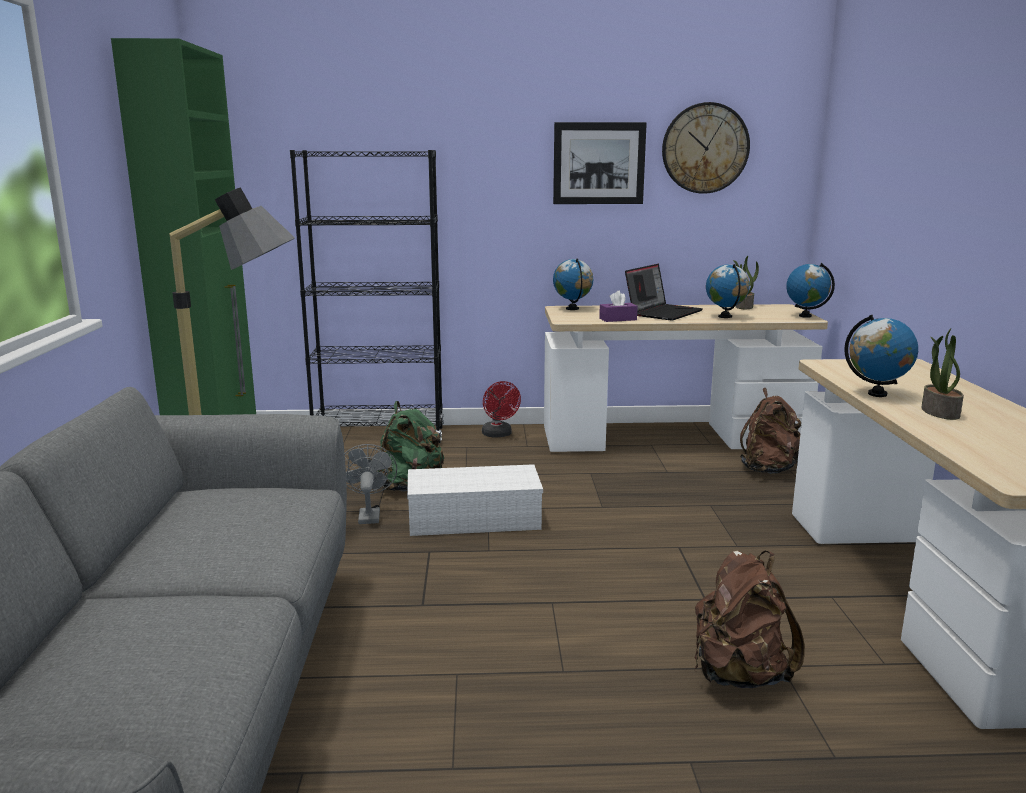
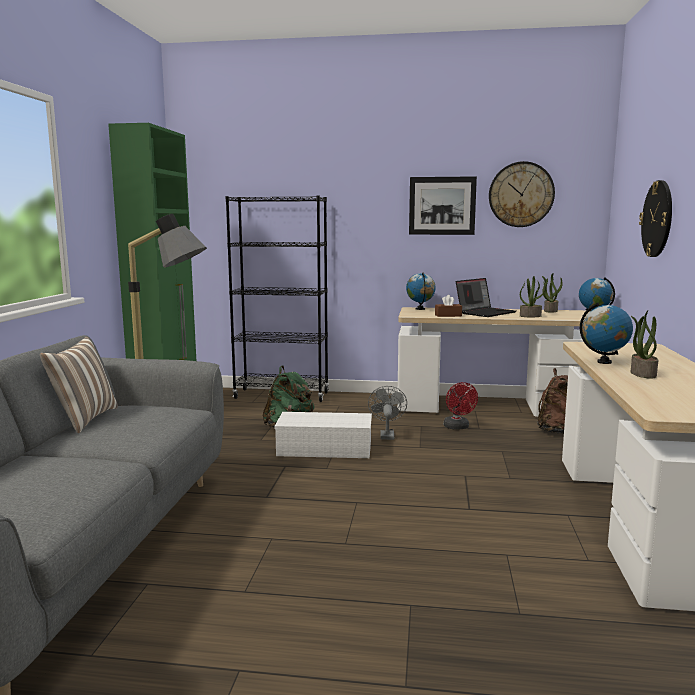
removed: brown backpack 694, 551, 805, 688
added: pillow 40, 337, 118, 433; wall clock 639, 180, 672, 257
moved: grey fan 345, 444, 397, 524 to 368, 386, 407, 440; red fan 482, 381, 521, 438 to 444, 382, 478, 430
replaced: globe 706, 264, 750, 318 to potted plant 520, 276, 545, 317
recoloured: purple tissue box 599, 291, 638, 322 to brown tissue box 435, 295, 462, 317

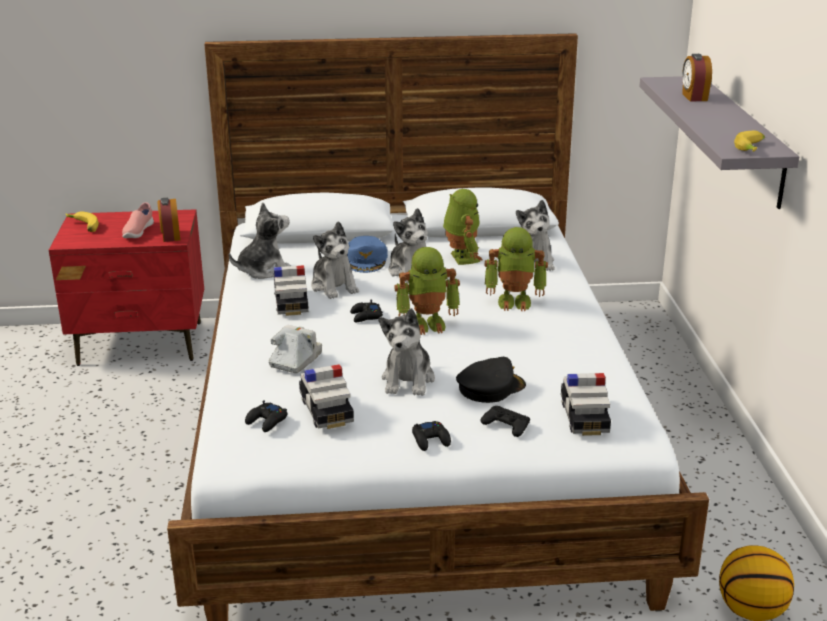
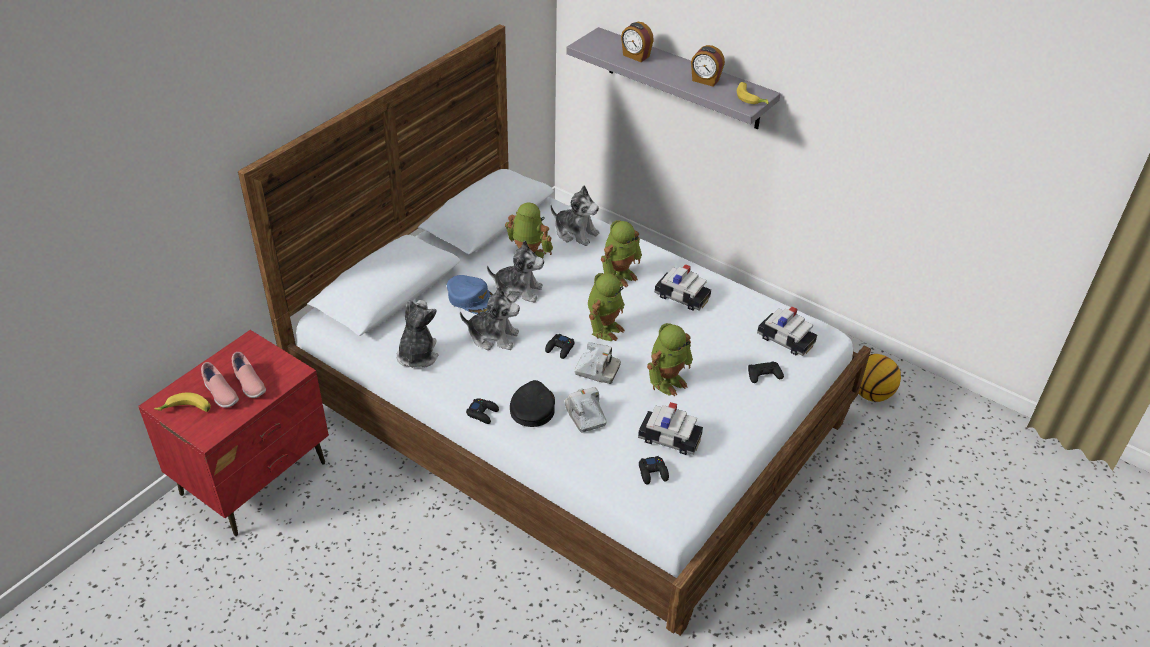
added: pink shoe 201, 362, 239, 408; photo camera 575, 342, 621, 384
moved: alarm clock 157, 198, 180, 242 to 691, 45, 725, 87; toy car 274, 265, 309, 316 to 655, 264, 711, 310; black game controller 412, 421, 451, 451 to 466, 398, 499, 424; black cap 456, 357, 526, 403 to 510, 380, 555, 427
replaced: plush toy 379, 308, 435, 396 to toy robot 647, 323, 693, 396

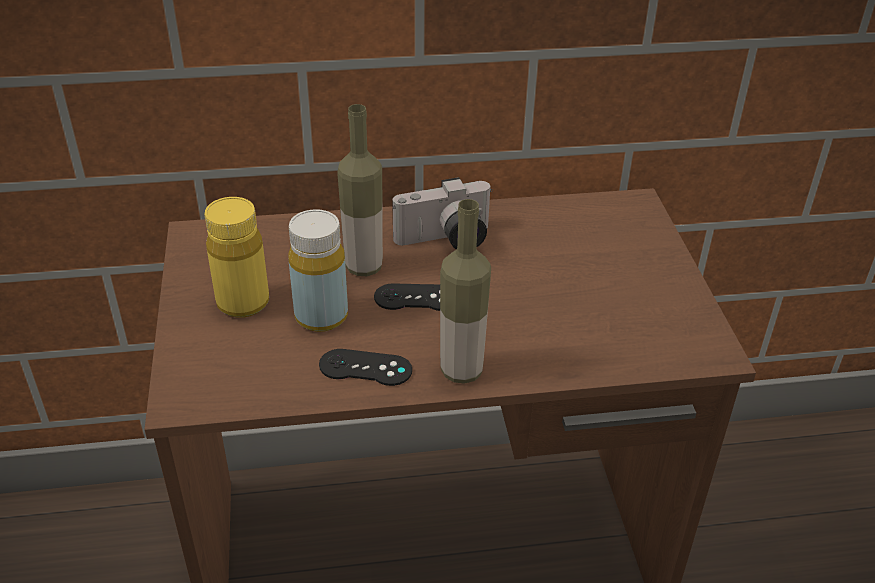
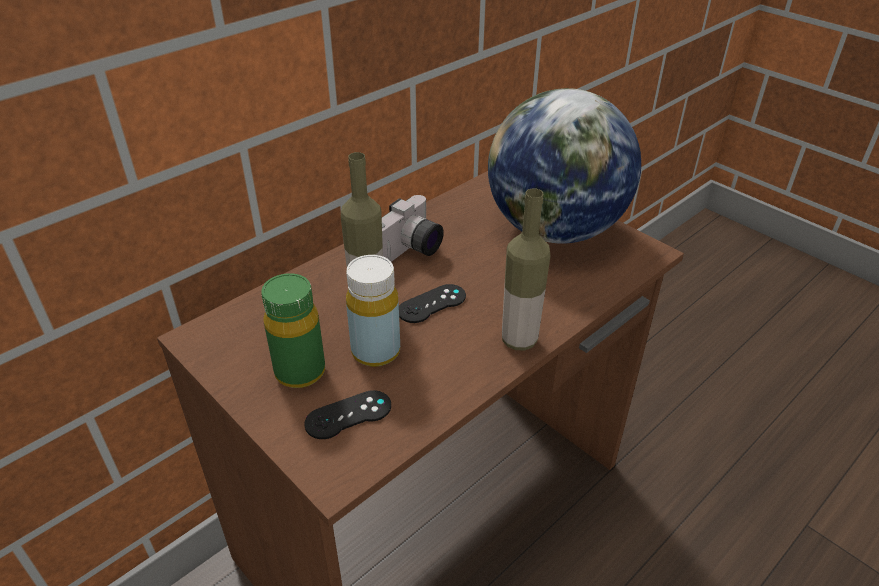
added: globe 488, 88, 641, 244
moved: black game controller 319, 349, 412, 386 to 304, 390, 391, 439
recoloured: yellow bottle 205, 197, 269, 318 to green bottle 261, 273, 325, 388

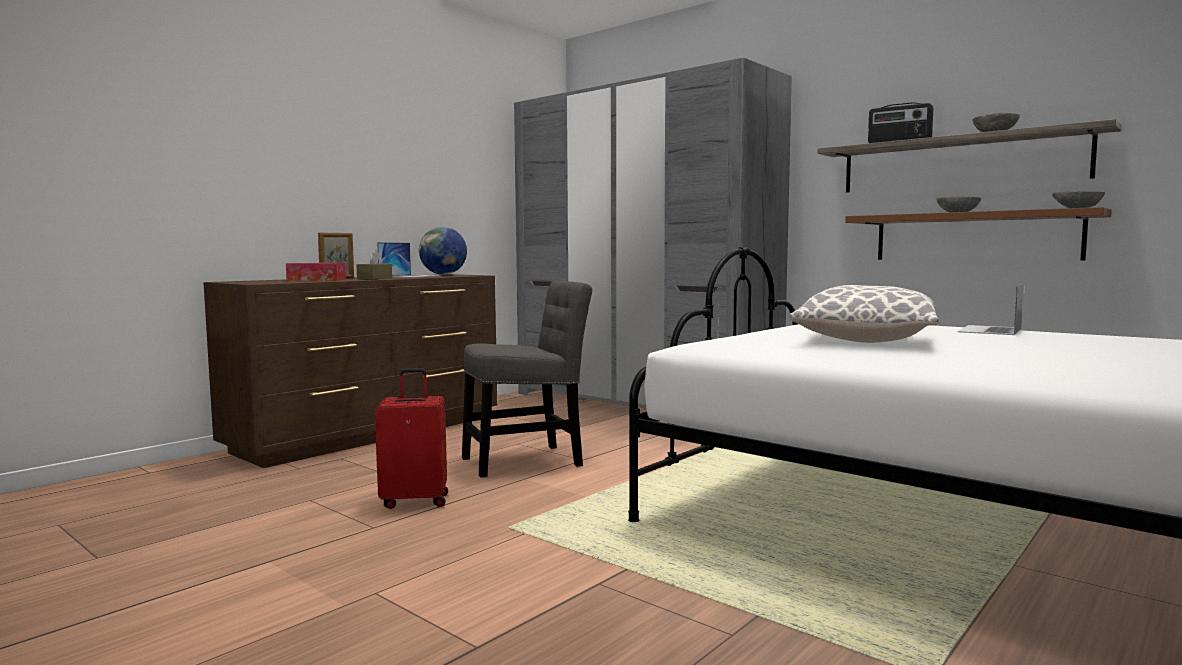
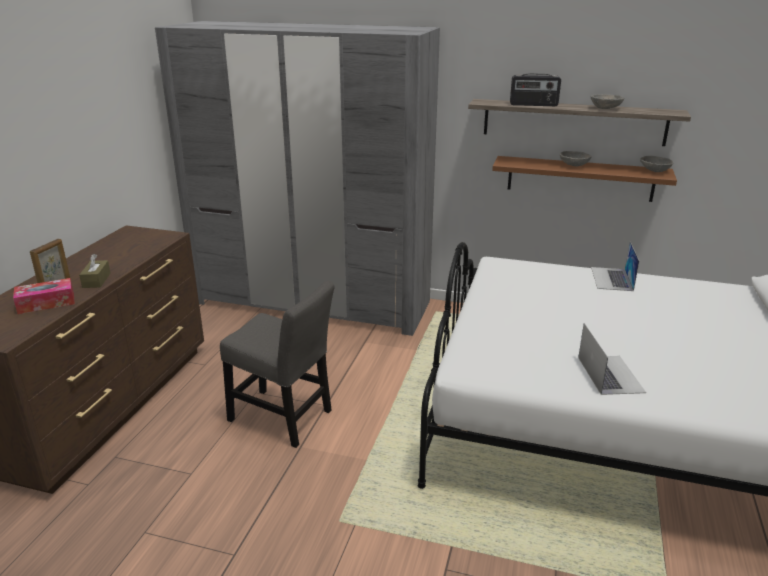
removed: red suitcase 375, 368, 448, 509; globe 419, 227, 467, 275; pillow 790, 285, 939, 343
moved: laptop 377, 242, 440, 278 to 578, 323, 646, 395
turned: grey chair 462, 281, 592, 478 = 220, 280, 334, 448 75 degrees clockwise

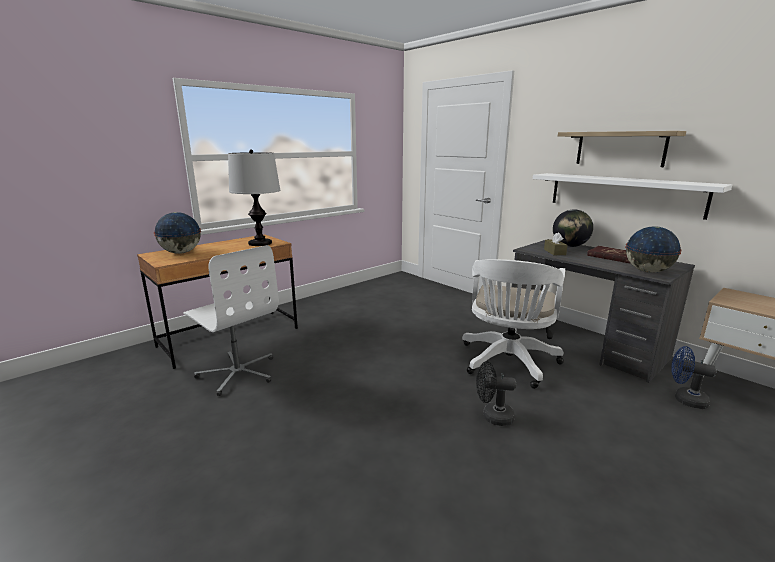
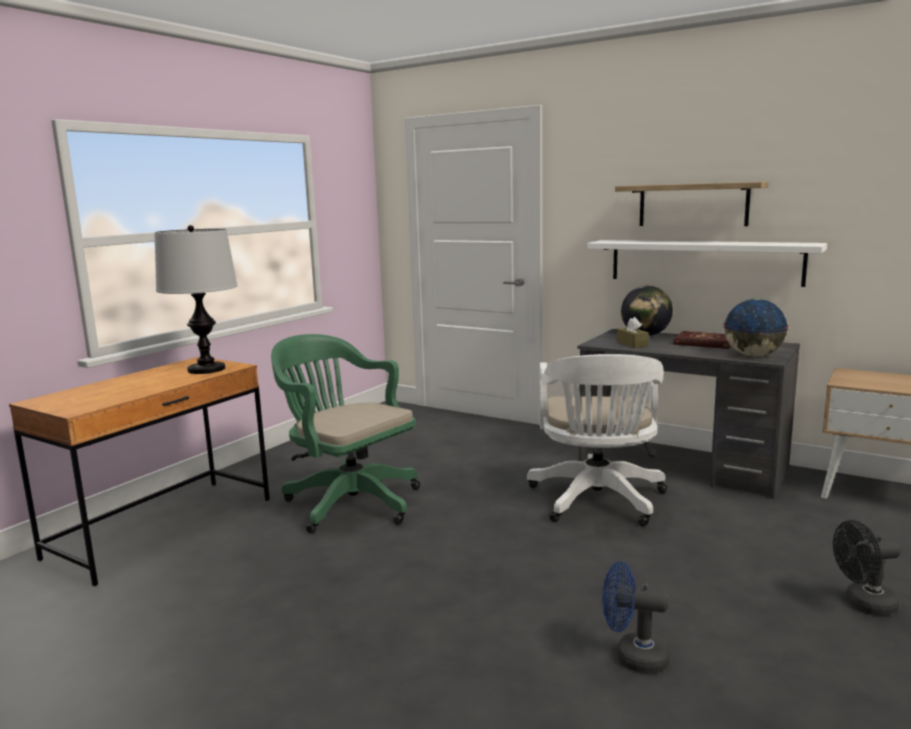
removed: globe 154, 212, 201, 254; white office chair 183, 245, 279, 396
added: green office chair 271, 334, 420, 533
moved: black fan 476, 361, 516, 426 to 833, 520, 901, 615; blue fan 671, 346, 717, 409 to 602, 561, 670, 673

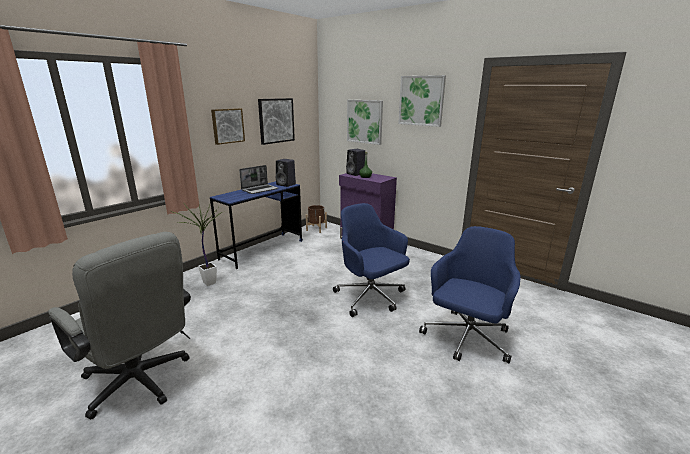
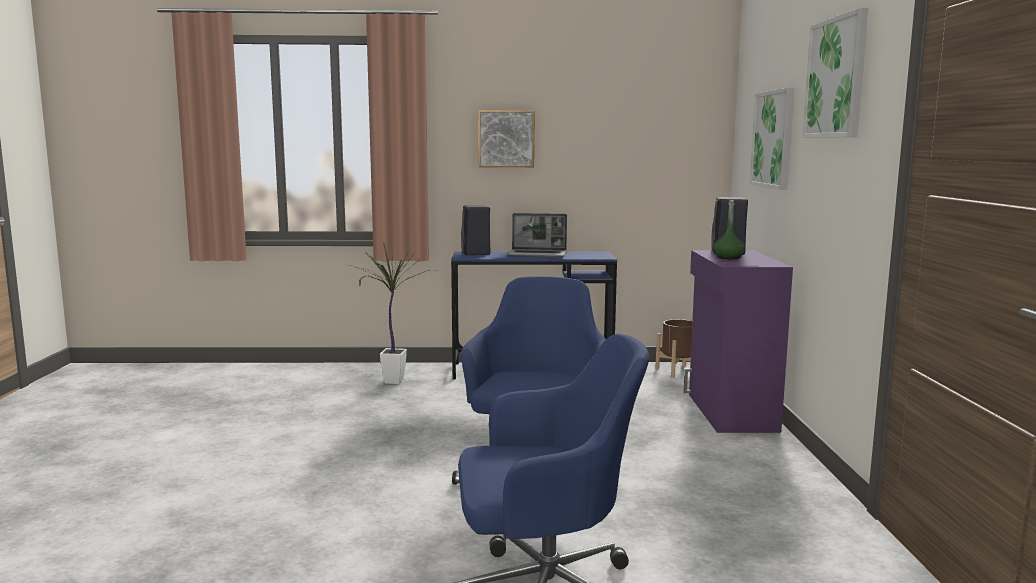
removed: grey office chair 49, 232, 191, 419; picture 258, 98, 295, 145
moved: black speaker 276, 159, 296, 187 to 461, 205, 490, 255

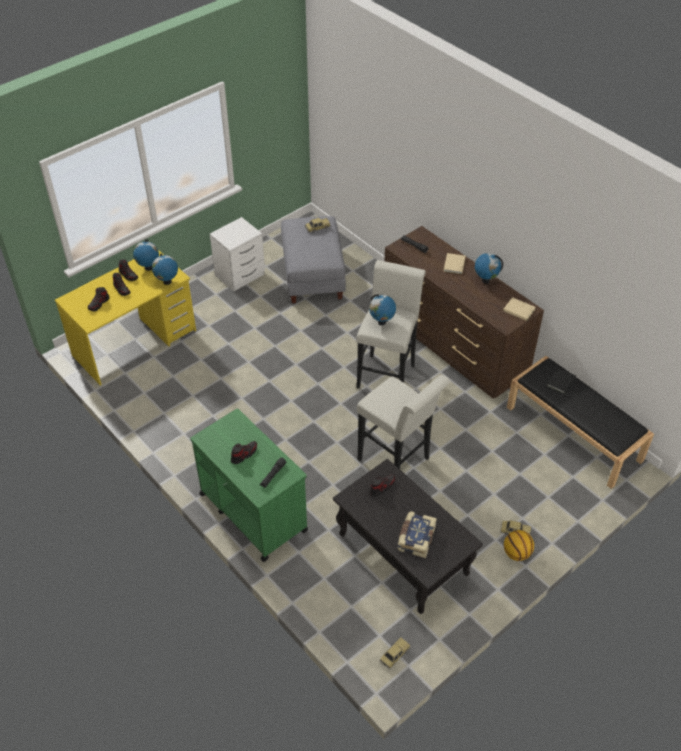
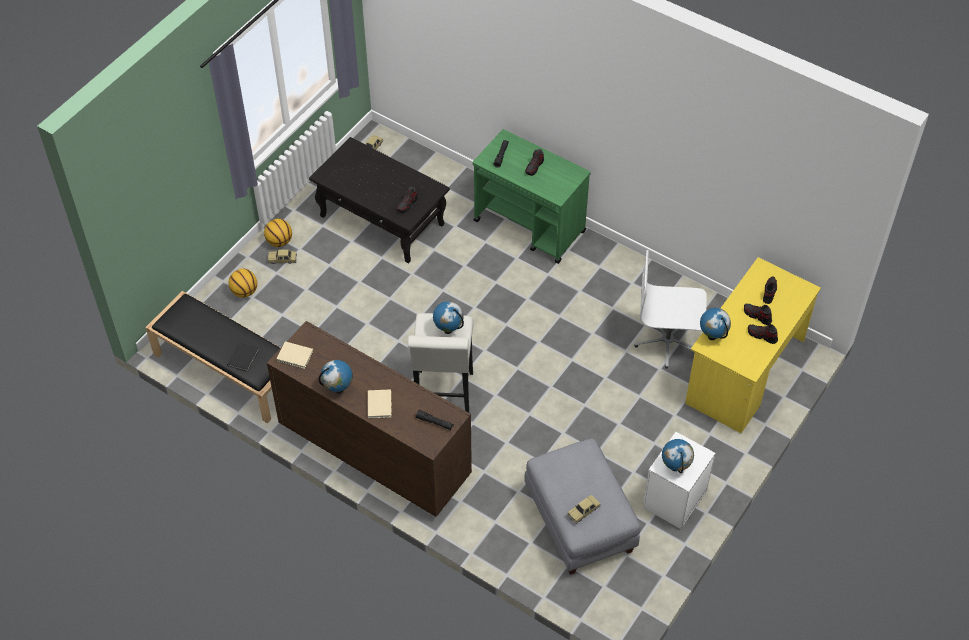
removed: white stool 357, 375, 450, 469; book 398, 511, 437, 558
added: basketball 229, 269, 257, 298; white office chair 634, 250, 707, 369
moved: globe 133, 239, 159, 271 to 662, 439, 694, 473

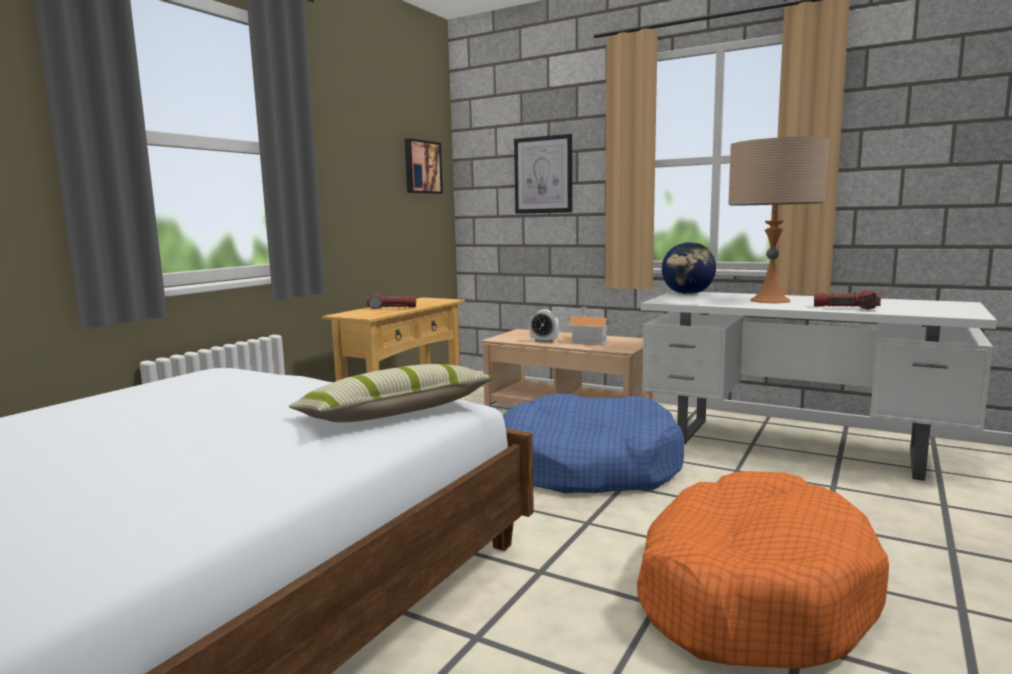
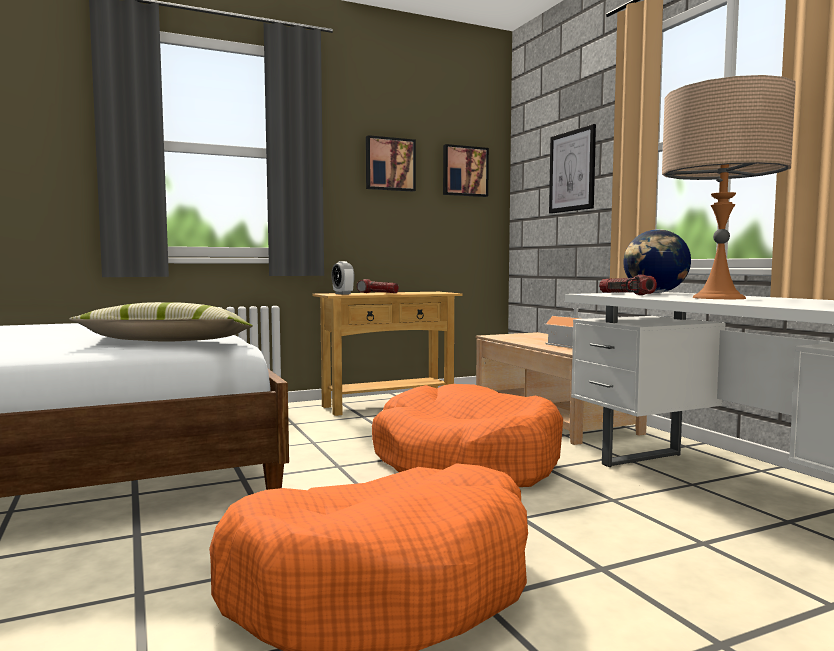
added: picture 366, 135, 416, 192
moved: alarm clock 529, 310, 559, 343 to 331, 261, 355, 295; flashlight 814, 290, 881, 309 to 599, 275, 657, 295
recoloured: blue dog bed 503, 394, 684, 493 to orange dog bed 372, 384, 563, 487

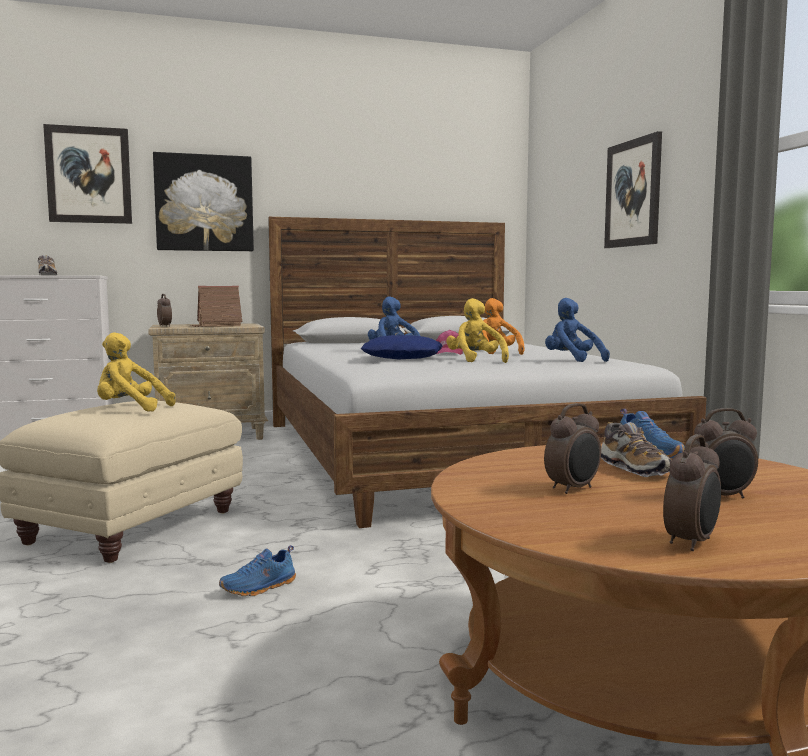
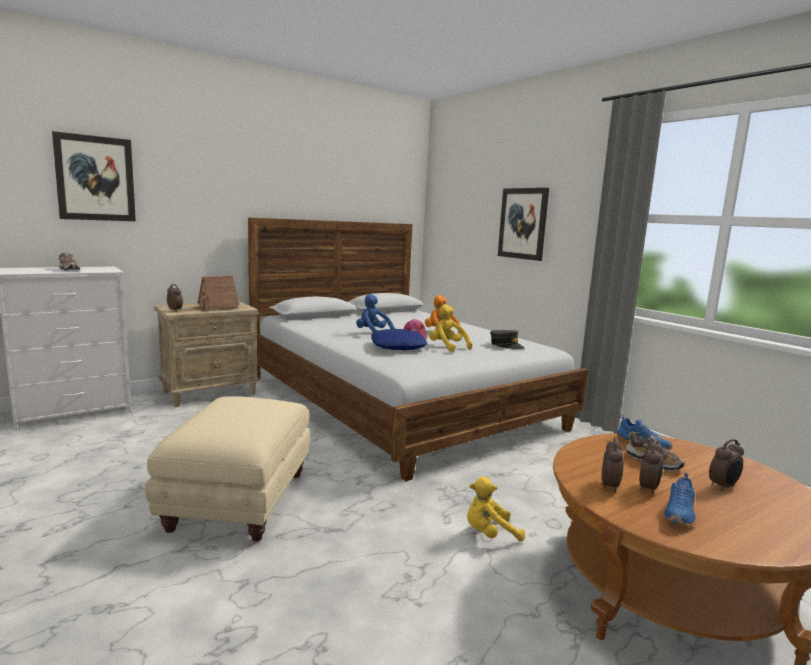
removed: picture 153, 152, 254, 251
moved: yellow plush toy 97, 332, 176, 412 to 467, 476, 525, 542; blue shoe 219, 545, 296, 596 to 663, 472, 696, 527; alarm clock 663, 434, 721, 551 to 601, 437, 624, 493
replaced: blue plush toy 545, 298, 610, 362 to grey cap 490, 330, 525, 349

